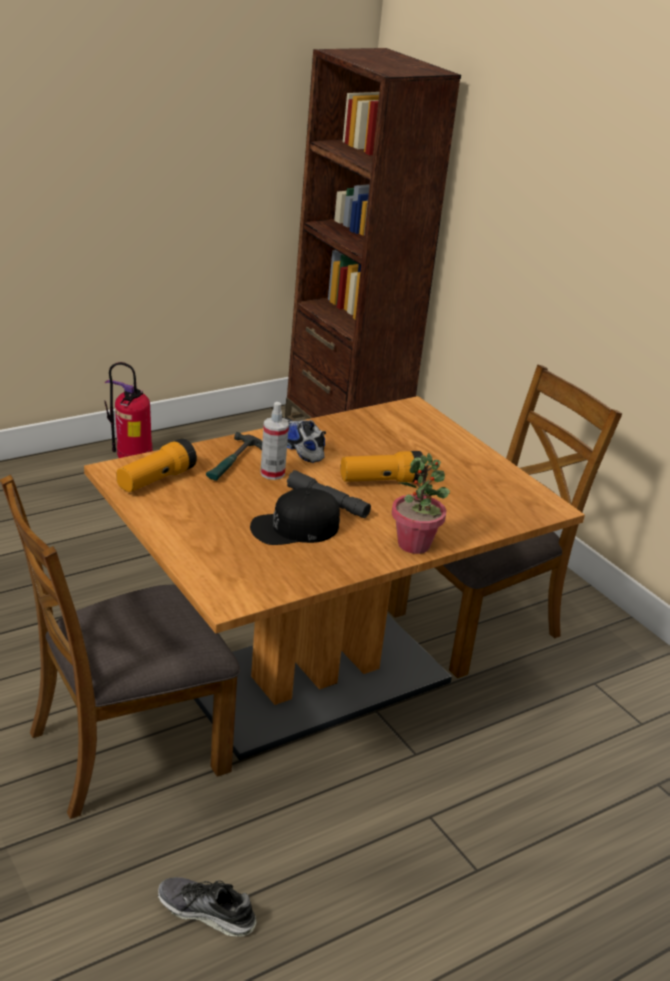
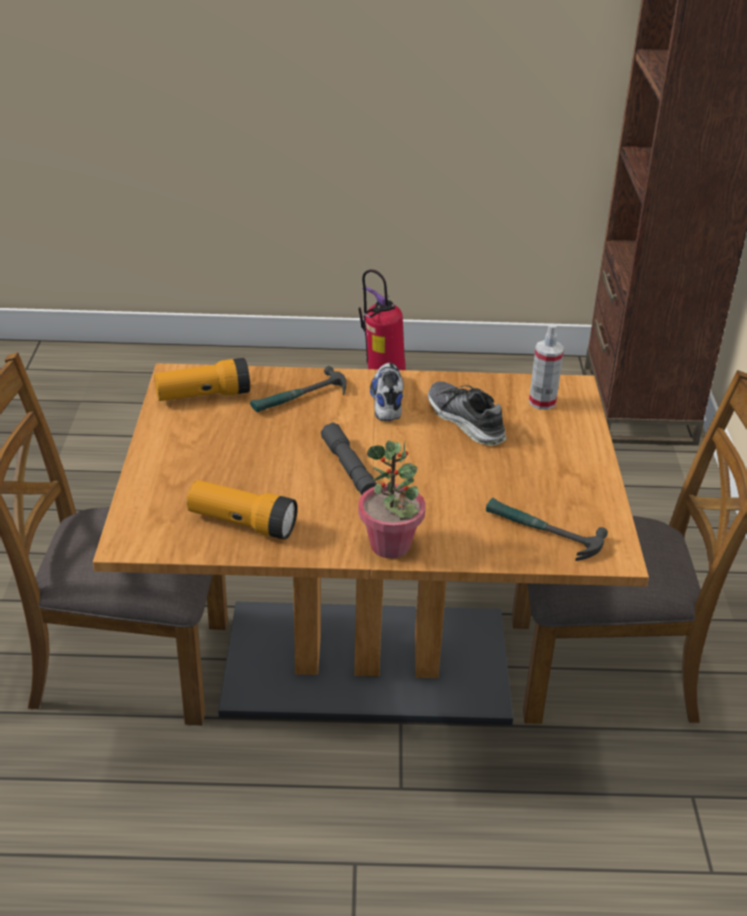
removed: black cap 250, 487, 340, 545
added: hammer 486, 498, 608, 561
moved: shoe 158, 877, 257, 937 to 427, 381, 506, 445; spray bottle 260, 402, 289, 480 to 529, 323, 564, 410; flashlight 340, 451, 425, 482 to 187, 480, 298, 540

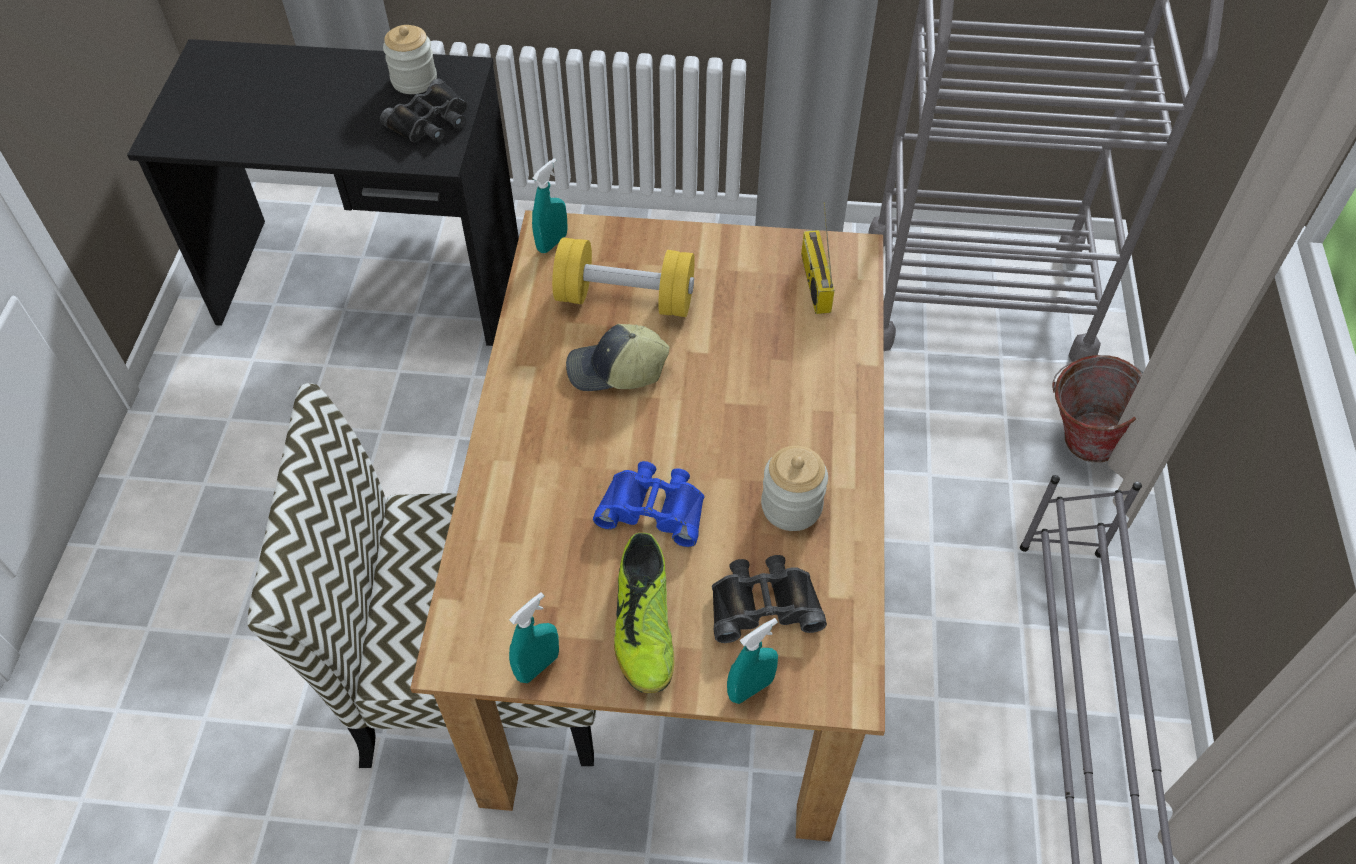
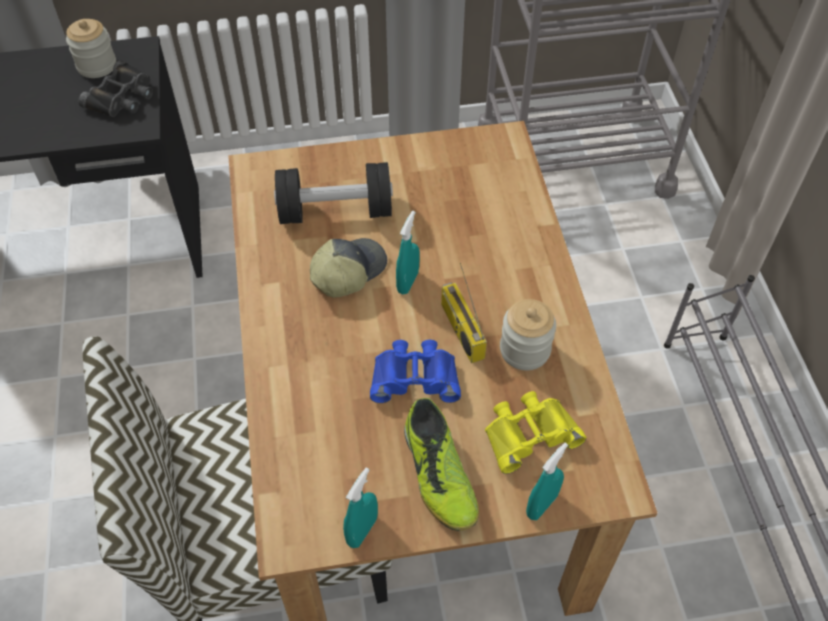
removed: bucket 1052, 355, 1143, 462
moved: turquoise spray bottle 532, 158, 568, 253 to 396, 211, 420, 294; radio 801, 202, 835, 314 to 441, 263, 487, 363
recoloured: yellow dumbbell 552, 237, 695, 317 to black dumbbell 274, 162, 393, 224; black binoculars 712, 555, 827, 643 to yellow binoculars 485, 391, 586, 474
turned: cap 566, 324, 669, 391 = 310, 238, 387, 297 150 degrees clockwise

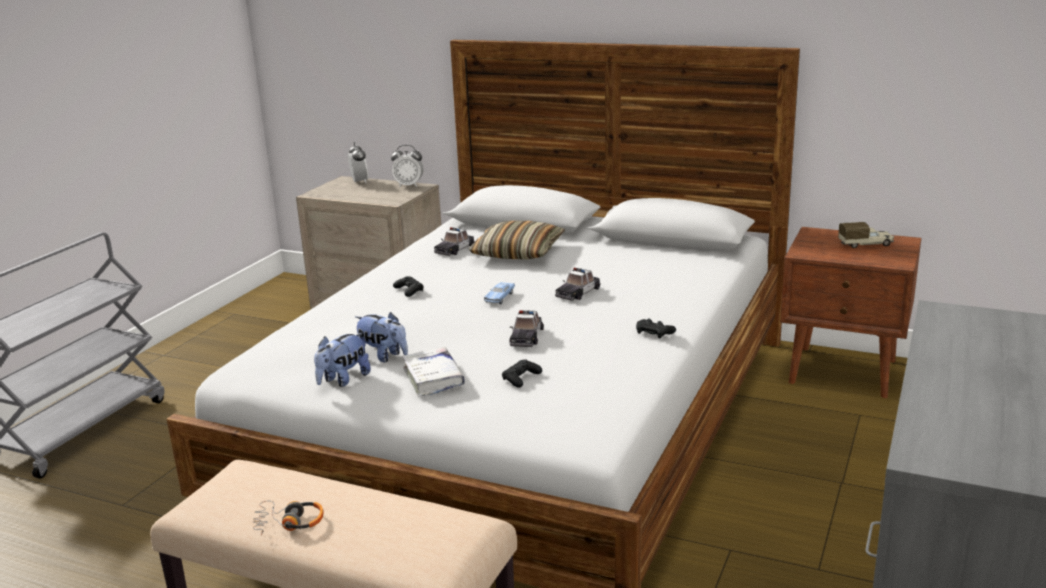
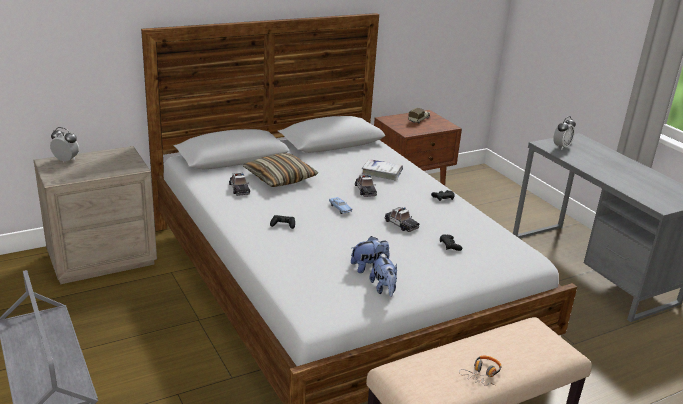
moved: alarm clock 391, 145, 424, 187 to 553, 116, 576, 150; white book 402, 347, 465, 396 to 362, 159, 403, 180

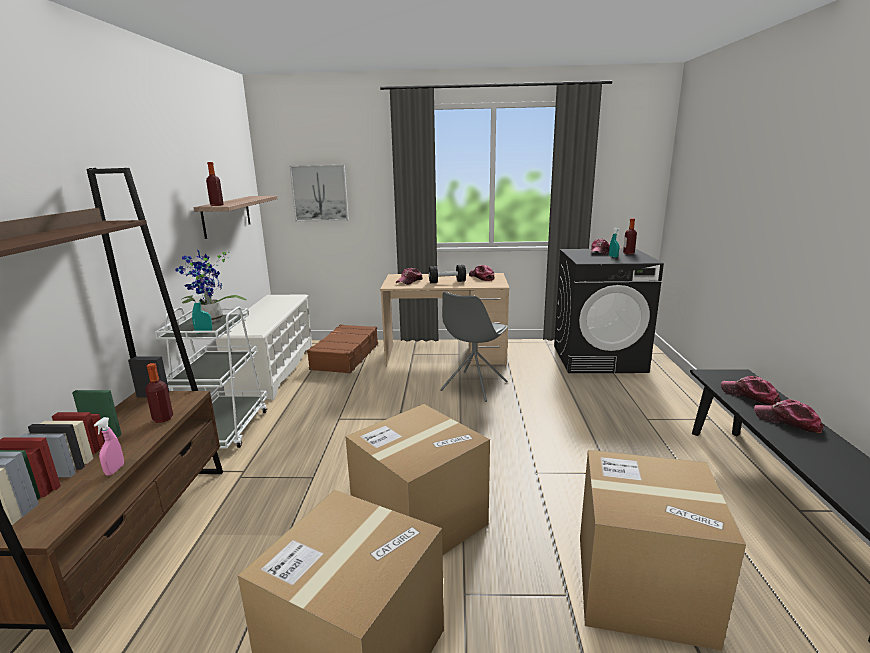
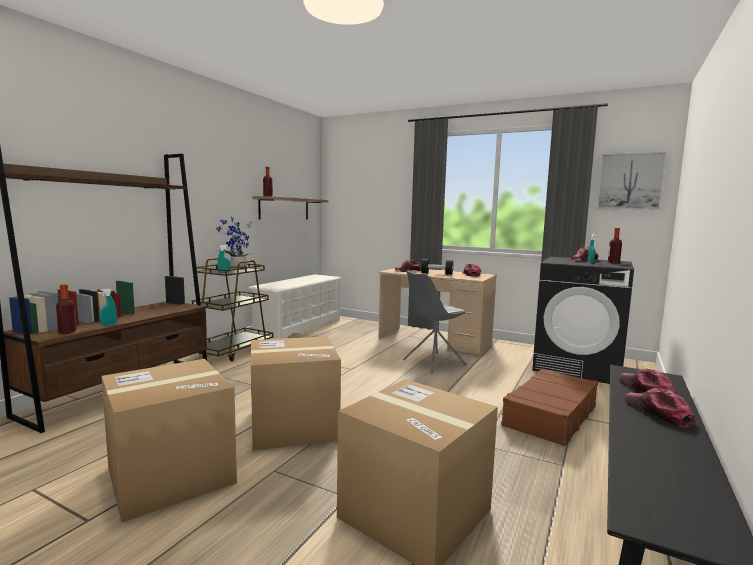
moved: bottle 145, 363, 173, 423 to 56, 284, 77, 334; picture 289, 165, 349, 221 to 597, 152, 666, 210; brown suitcase 307, 324, 378, 373 to 501, 368, 598, 446
recoloured: pink spray bottle 94, 417, 124, 476 to turquoise spray bottle 100, 288, 117, 326; white cart 155, 306, 267, 448 to brown cart 192, 258, 273, 361

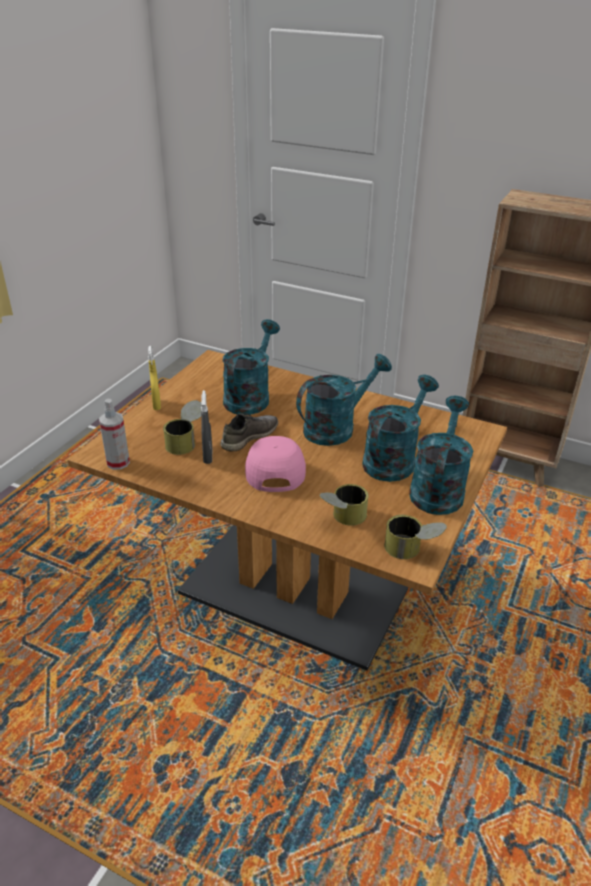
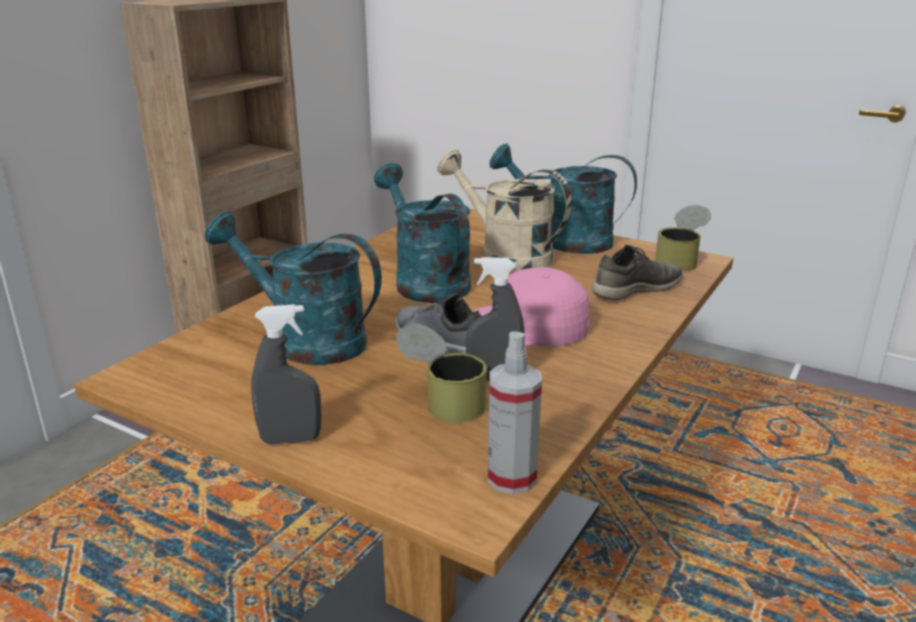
replaced: can 319, 484, 369, 526 to grey shoe 592, 245, 683, 300
recoloured: yellow spray bottle 148, 346, 161, 410 to grey spray bottle 251, 304, 322, 444; turquoise watering can 362, 374, 439, 482 to beige watering can 437, 150, 571, 272

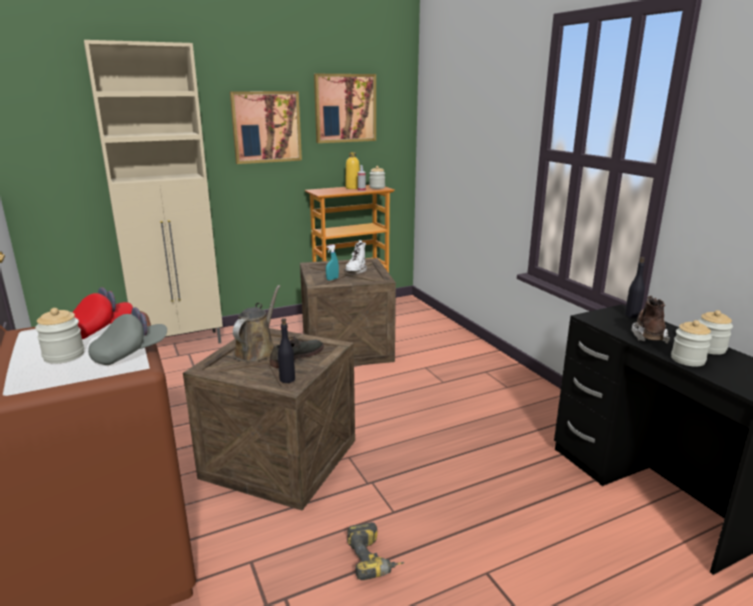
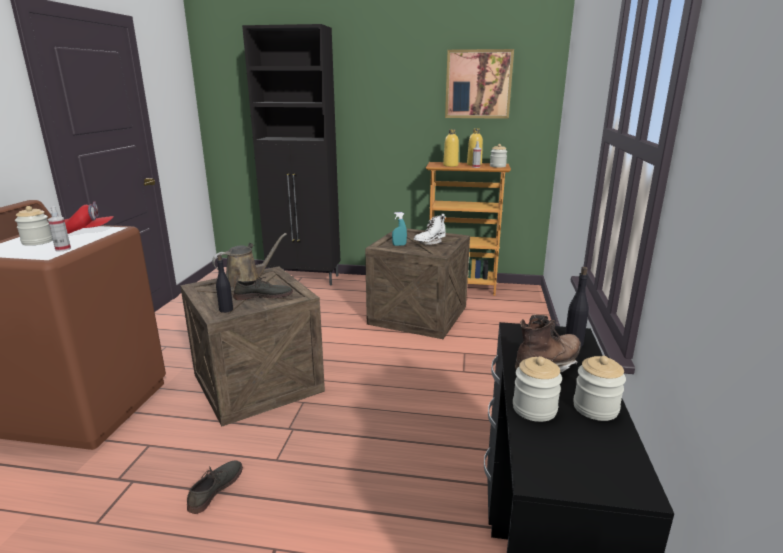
removed: picture 230, 91, 302, 164
added: yellow bottle 443, 129, 459, 167
replaced: grey cap 88, 307, 167, 365 to spray bottle 48, 206, 71, 252; power drill 347, 522, 404, 580 to grey shoe 187, 460, 243, 514
recoloured: beige cabinet 84, 40, 223, 344 to black cabinet 242, 24, 340, 285

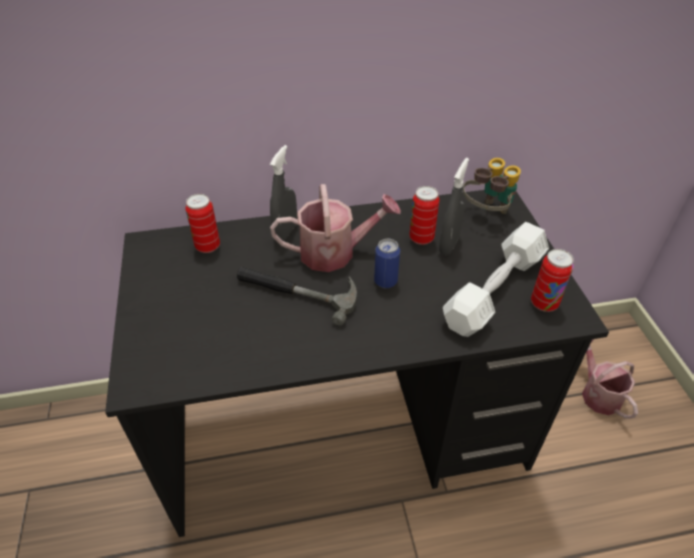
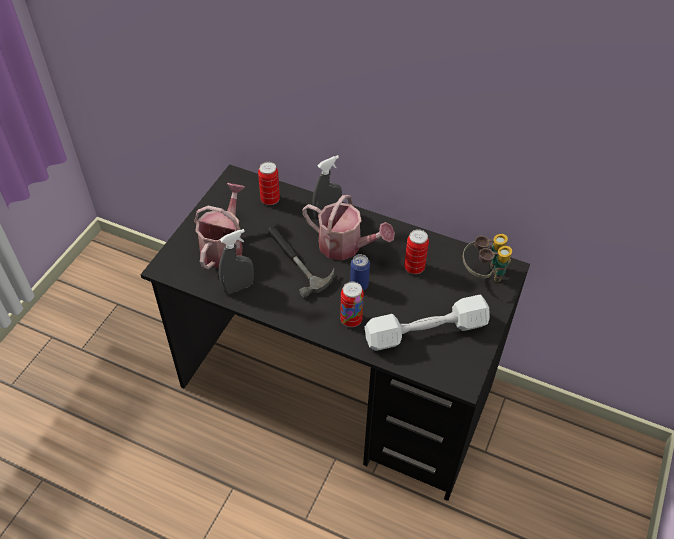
moved: grey spray bottle 439, 158, 469, 255 to 219, 229, 254, 294; can 531, 249, 574, 312 to 340, 282, 364, 327; watering can 582, 339, 638, 419 to 194, 183, 245, 269

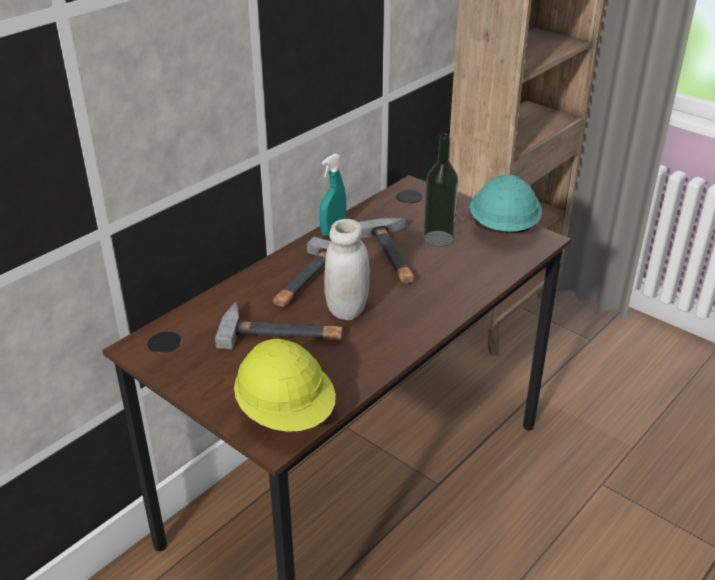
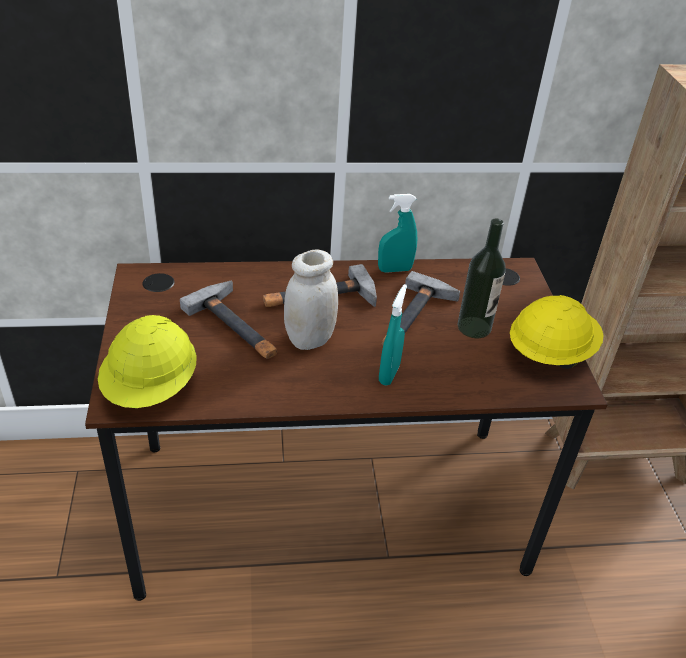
added: turquoise spray bottle 379, 284, 407, 386
recoloured: turquoise hard hat 470, 175, 542, 233 to yellow hard hat 510, 295, 604, 369

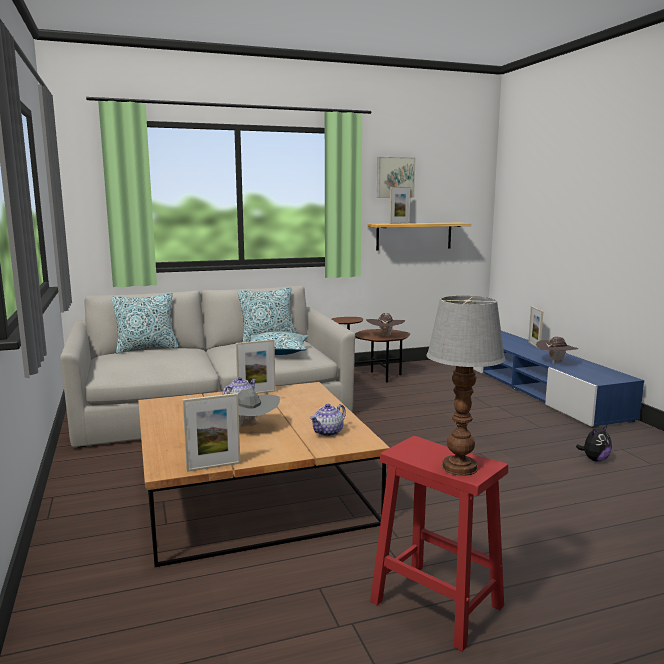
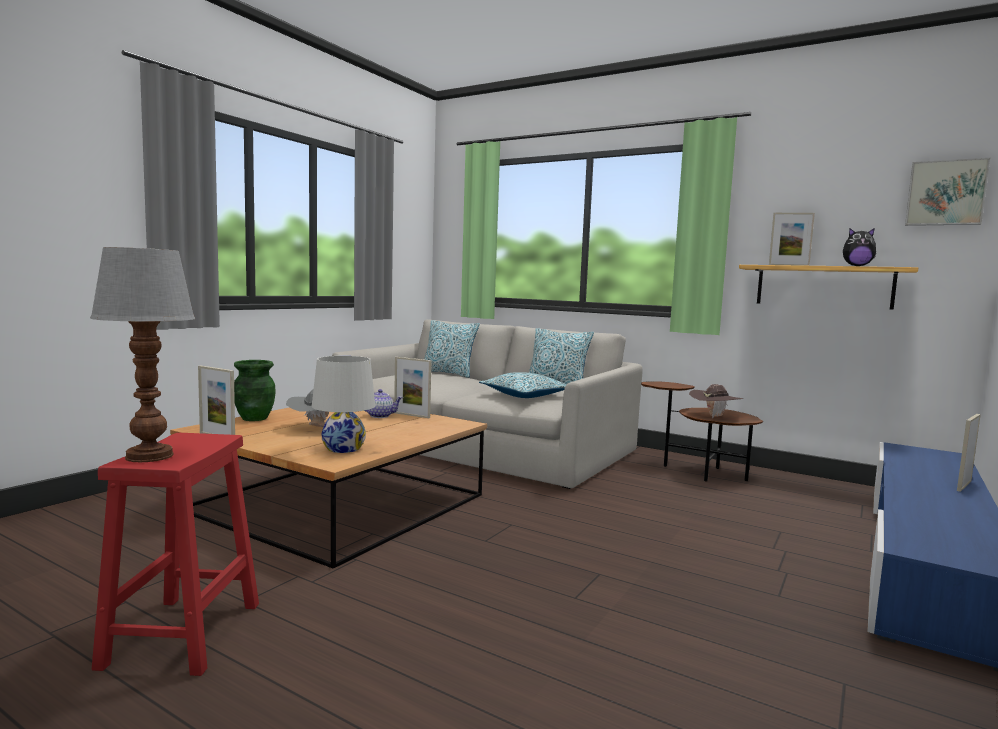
removed: brown hat 536, 337, 579, 364
added: green vase 234, 360, 276, 421
moved: picture 377, 157, 415, 198 to 905, 158, 990, 226; plush toy 576, 425, 612, 462 to 843, 228, 876, 266
replaced: teapot 310, 404, 346, 436 to white table lamp 312, 356, 375, 453

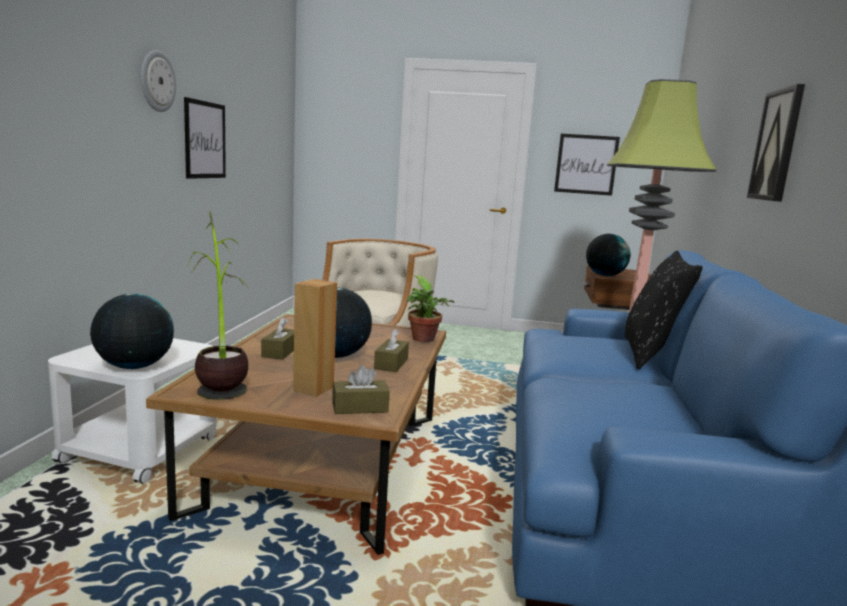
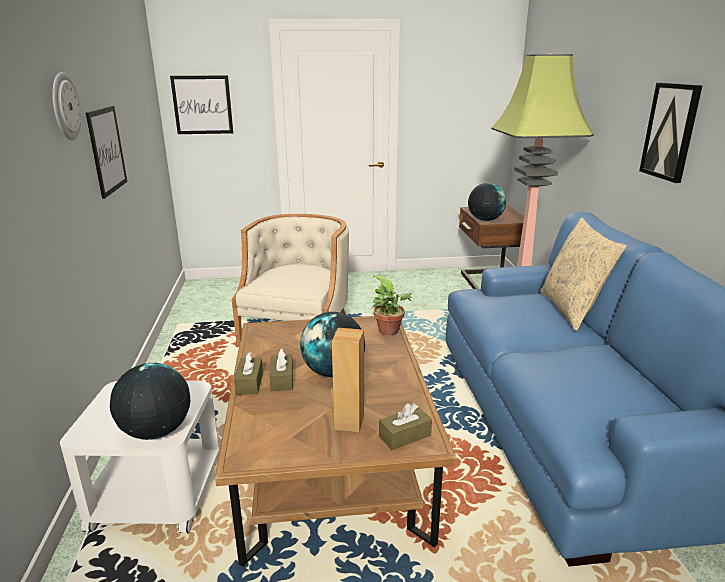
removed: potted plant 188, 211, 249, 400
moved: brown tissue box 374, 329, 409, 372 to 234, 352, 263, 395; picture 554, 134, 620, 196 to 170, 75, 233, 134
recoloured: black pillow 625, 251, 703, 369 to beige pillow 540, 218, 627, 331

